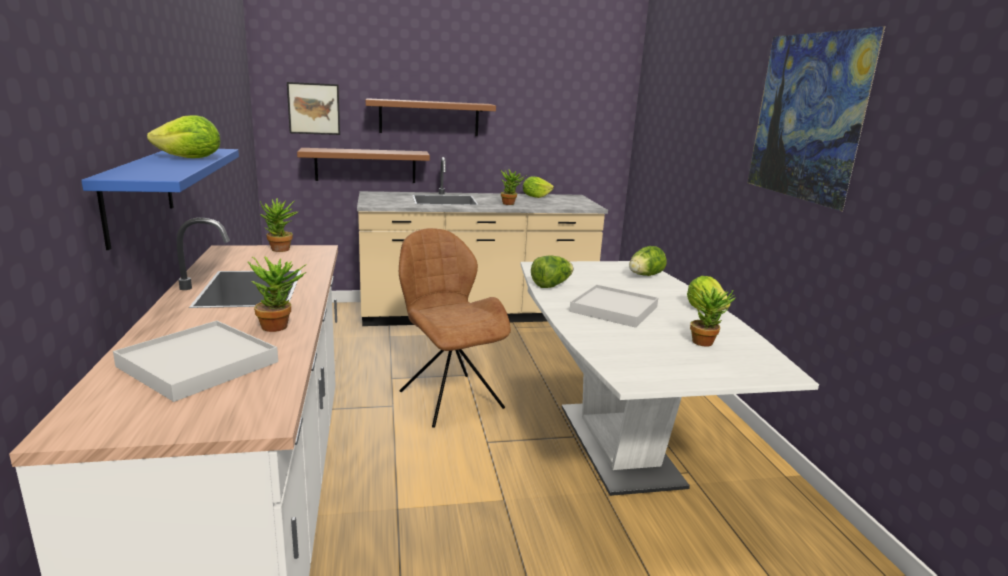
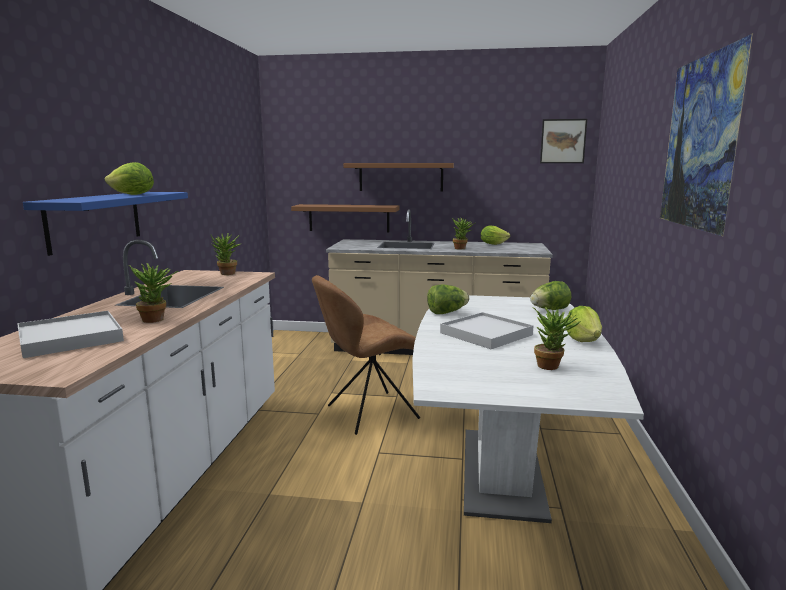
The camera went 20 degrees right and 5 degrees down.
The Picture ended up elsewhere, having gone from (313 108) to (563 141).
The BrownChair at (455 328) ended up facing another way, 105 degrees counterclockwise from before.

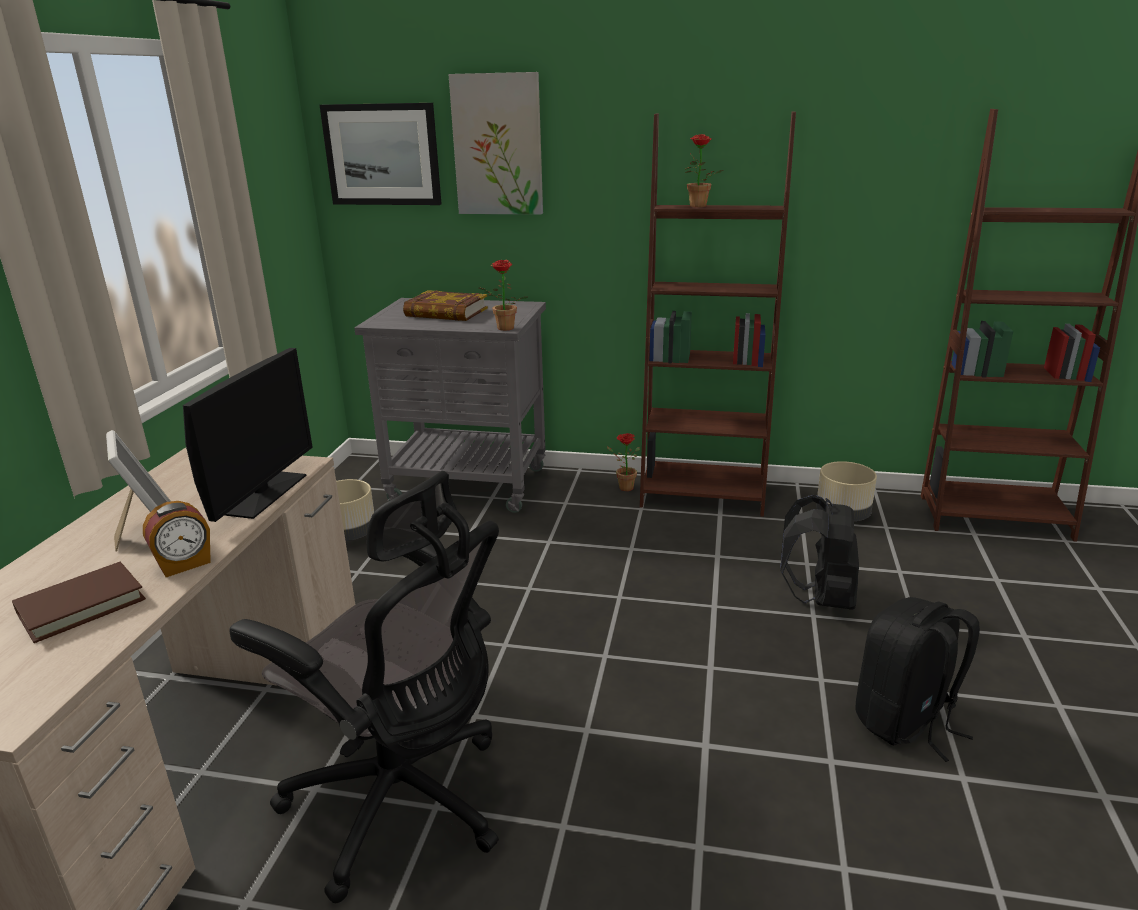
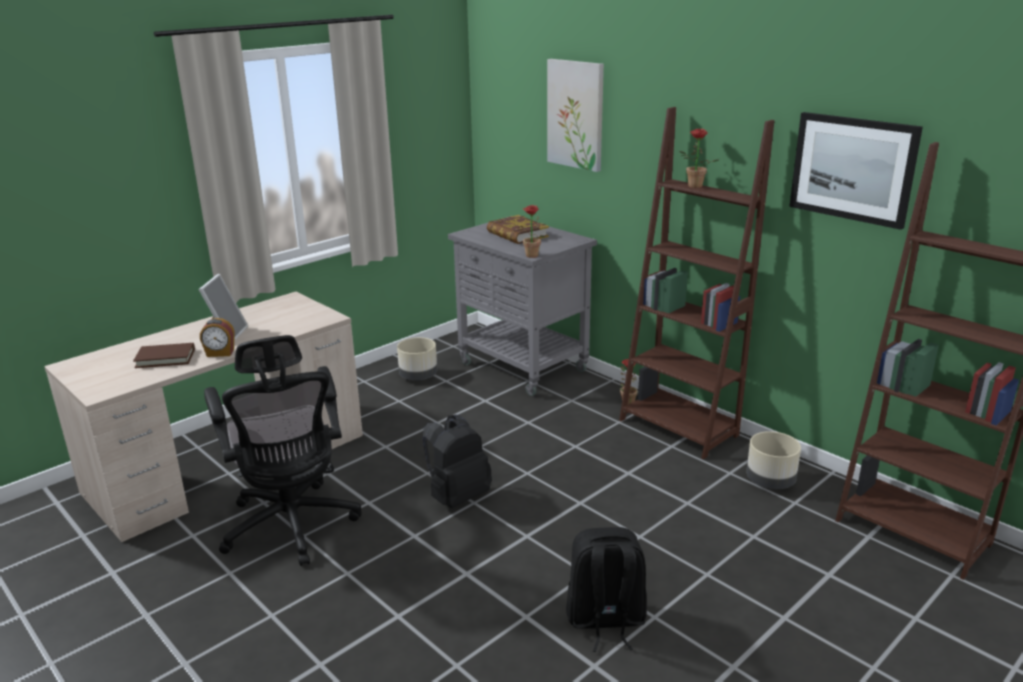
The camera went 35 degrees right and 0 degrees up.
The second view lost the Monitor at (248 435).
The Picture ended up elsewhere, having gone from (380 154) to (856 171).
The BlackBackpack ended up elsewhere, having gone from (819 552) to (457 461).

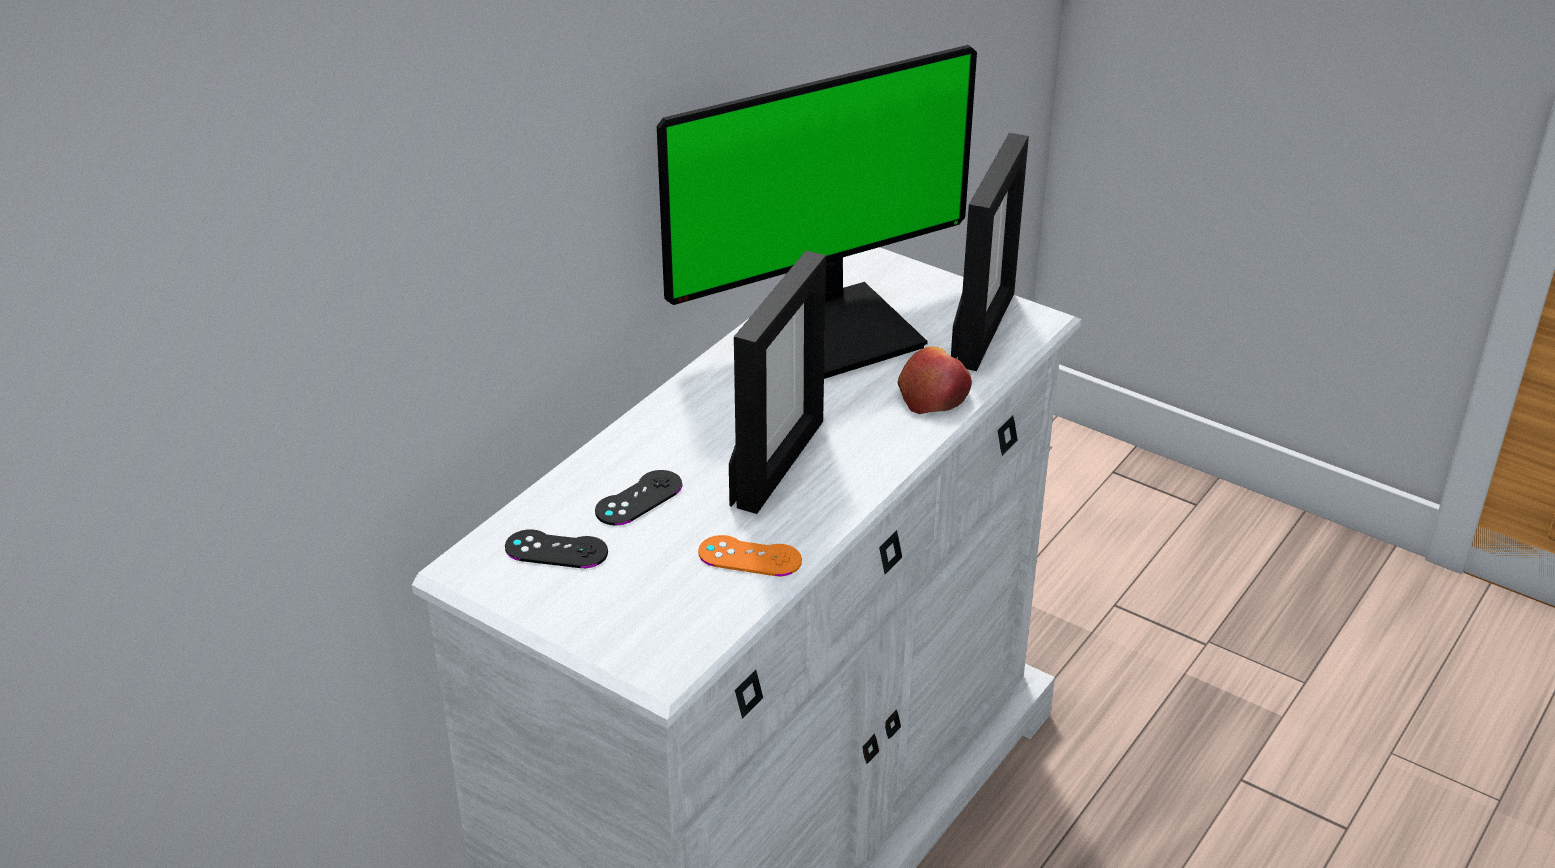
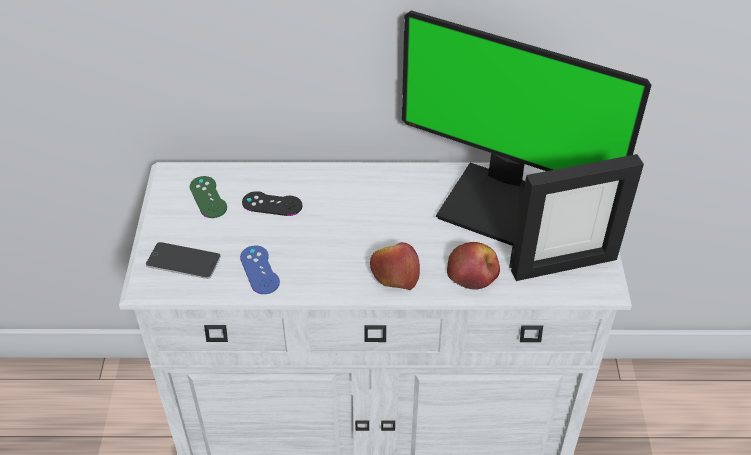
The camera went 55 degrees right and 10 degrees up.
What was the BlackGameController at (556 548) turned into the GreenGameController at (208 197).
What was the OrangeGameController at (750 556) turned into the BlueGameController at (260 270).
The second view lost the PictureFrame at (777 382).
The second view gained the Phone at (183 260).
The second view gained the Apple at (395 266).

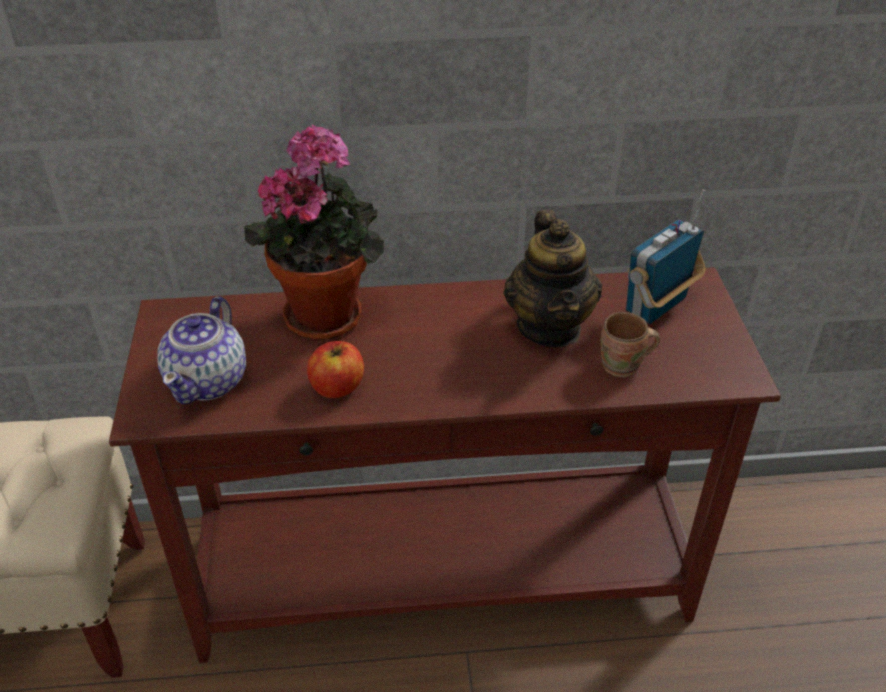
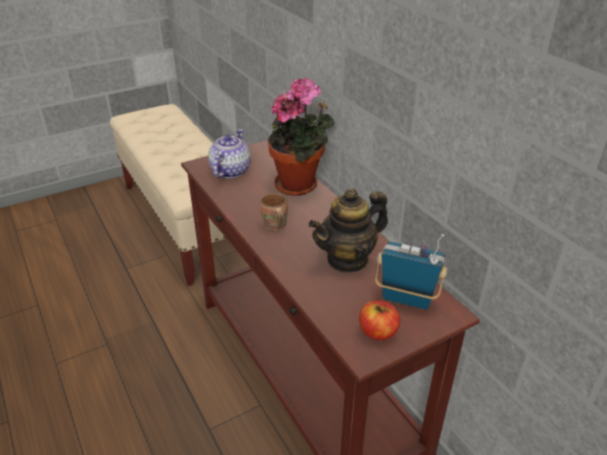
The camera went 65 degrees right and 5 degrees down.
The Teapot at (201 350) ended up facing another way, 120 degrees clockwise from before.
The Apple ended up elsewhere, having gone from (335 369) to (379 320).
The BrownMug ended up elsewhere, having gone from (630 344) to (274 212).

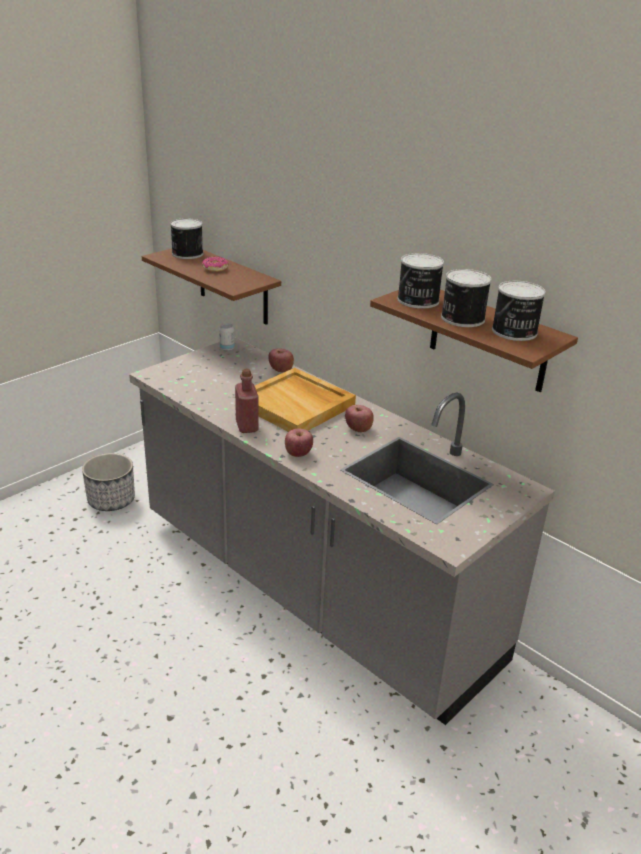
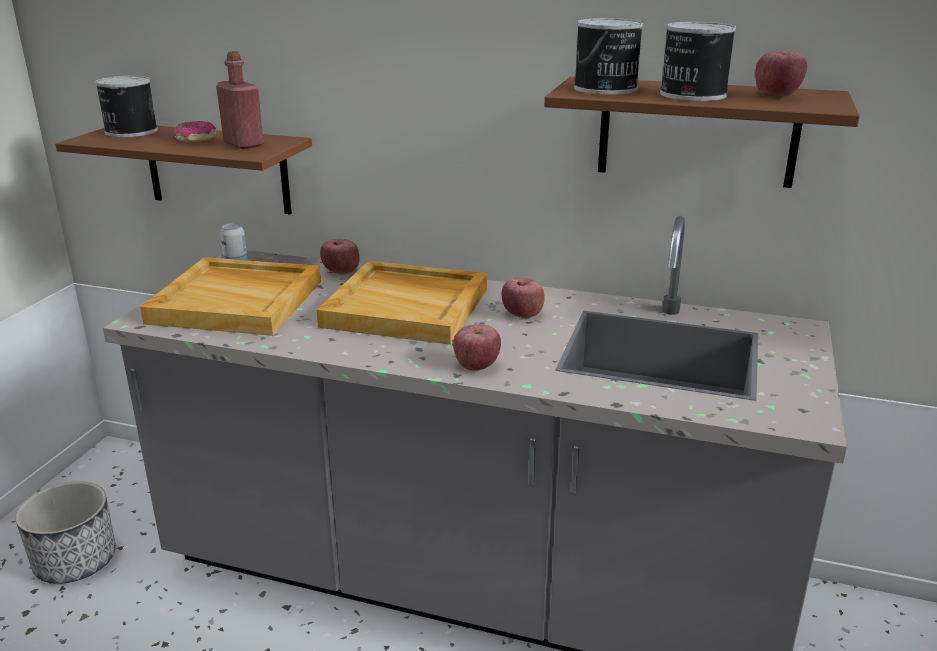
The camera went 25 degrees left and 5 degrees down.
The RedBottle ended up elsewhere, having gone from (247 401) to (240 100).
Where the Can stood at (519 311), the Apple came to stand at (781 74).
The second view gained the BeigeTray at (230 296).

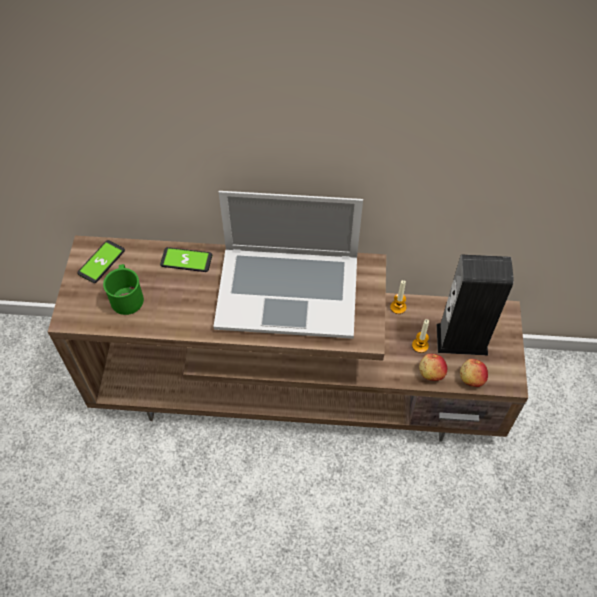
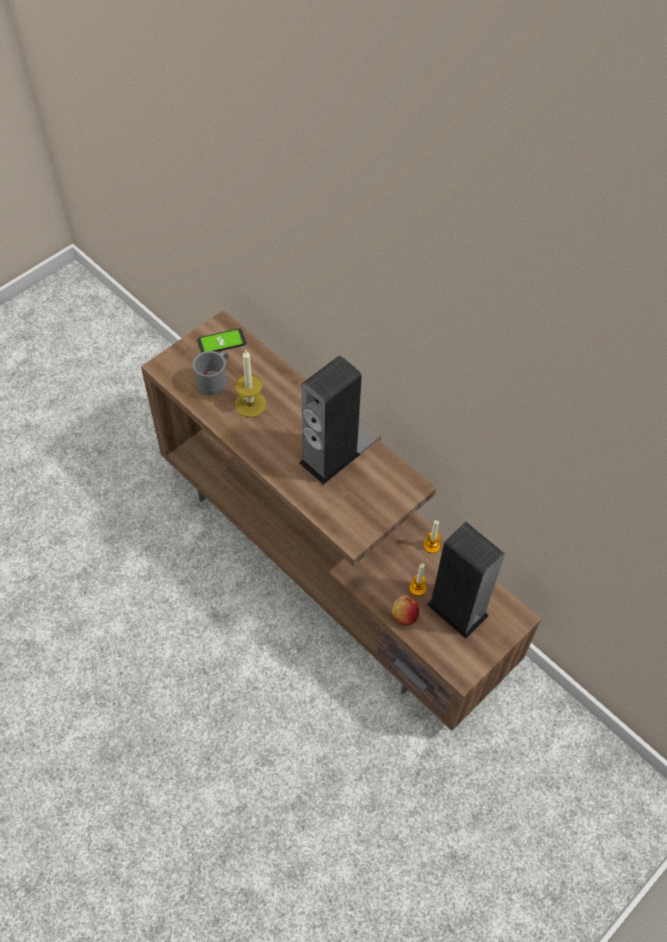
The camera went 40 degrees right and 0 degrees up.
What was the GreenMug at (123 289) turned into the GreyMug at (210 373).
The second view lost the Phone at (186 259).
Where the Laptop stood at (288 265), the Speaker came to stand at (330 420).
The second view lost the Apple at (474 373).
The second view gained the Candle at (251 383).

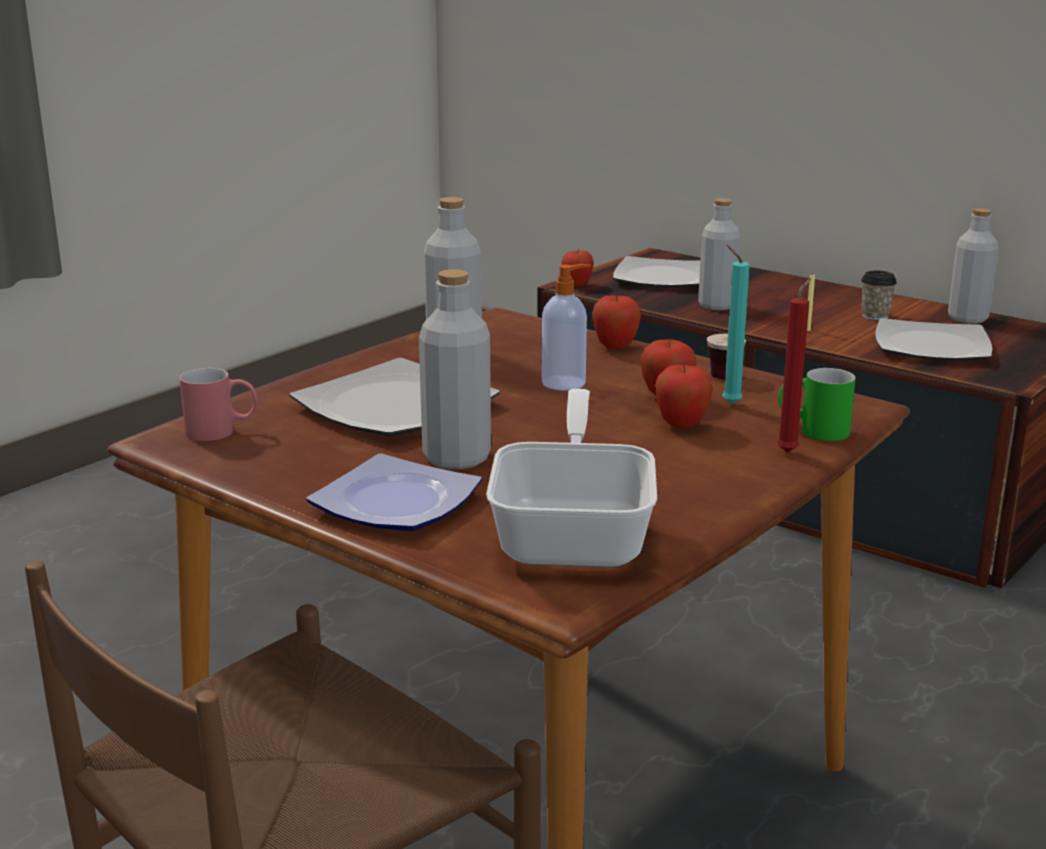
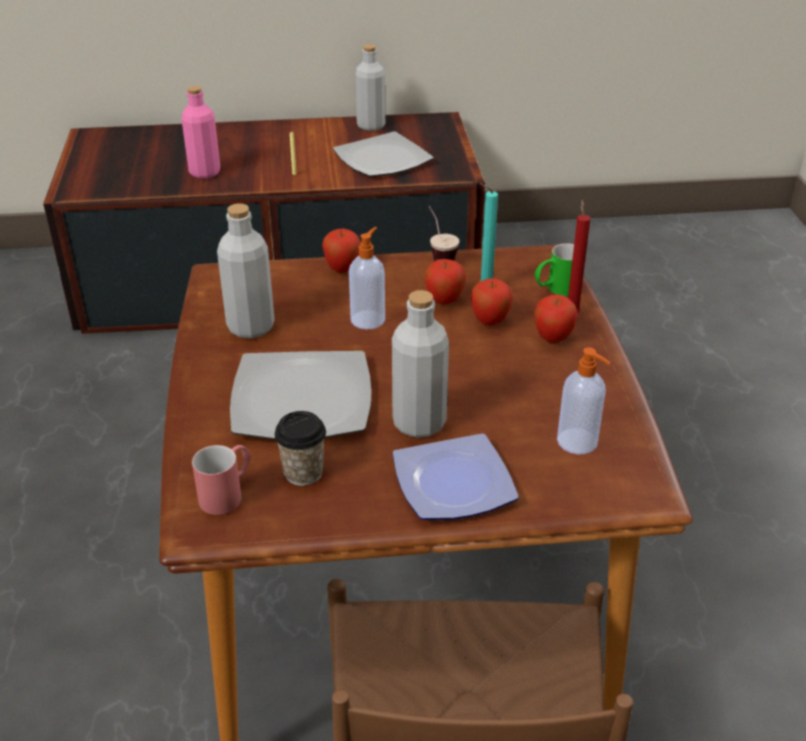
The camera went 45 degrees left and 15 degrees up.
Where the FryingPan stood at (571 478), the SoapDispenser came to stand at (583 401).
The Apple ended up elsewhere, having gone from (578 267) to (556 318).
The second view lost the Plate at (656 272).
What was the GreyBottle at (719 254) turned into the PinkBottle at (200 132).
The Cup ended up elsewhere, having gone from (879 295) to (300 448).

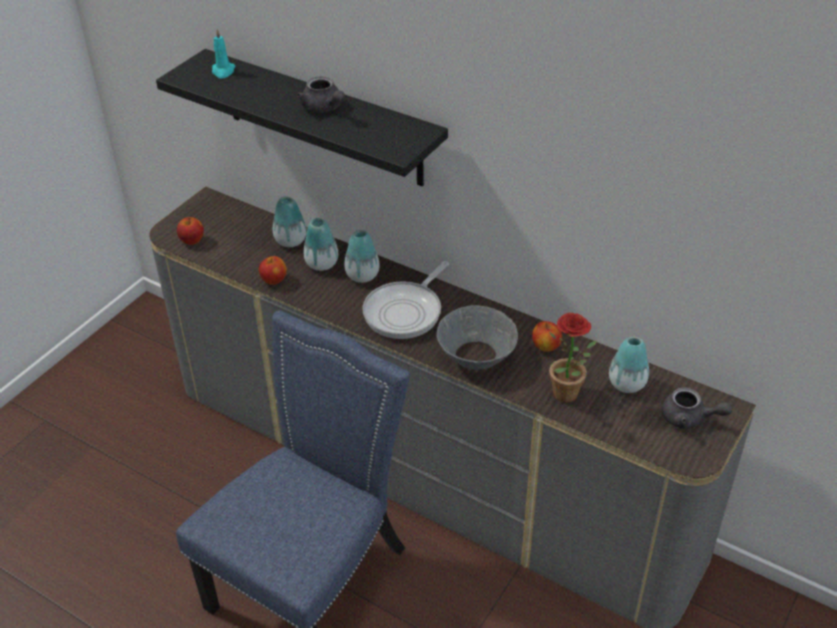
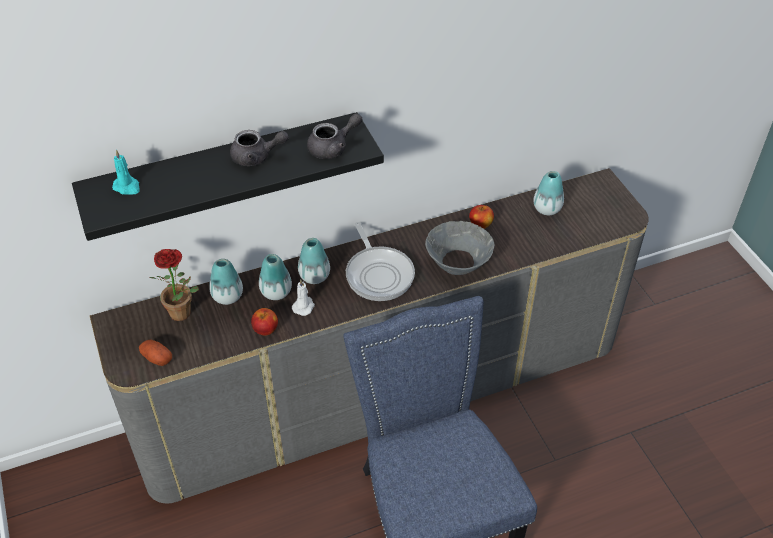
The camera went 55 degrees left and 5 degrees up.
Where the Apple stood at (190 231), the Potato came to stand at (155 352).
The PottedPlant ended up elsewhere, having gone from (573 358) to (174 285).
The GreyTeapot ended up elsewhere, having gone from (697 408) to (335 136).
The second view gained the WhiteCandle at (303 298).

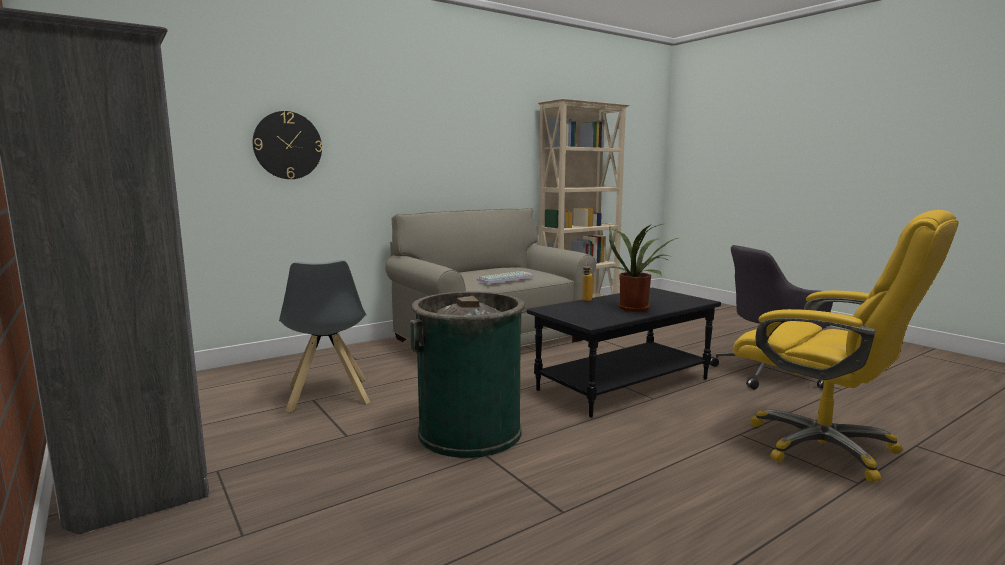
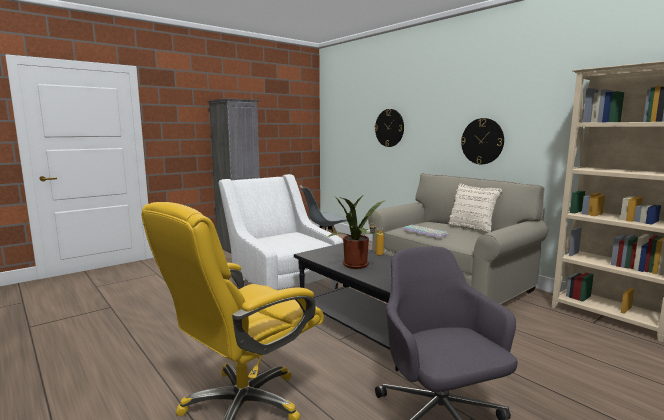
The camera went 85 degrees right and 0 degrees up.
Where the GreenTrashCan stood at (467 374), the WhiteArmchair came to stand at (280 232).
The second view gained the BeigePillow at (475 208).
The second view gained the WallClock at (482 141).

